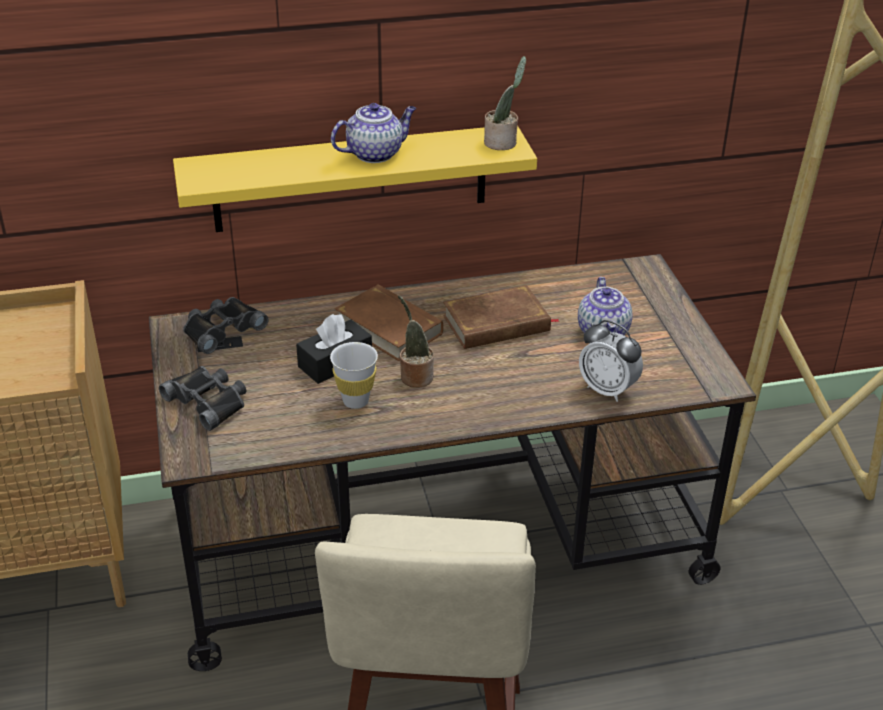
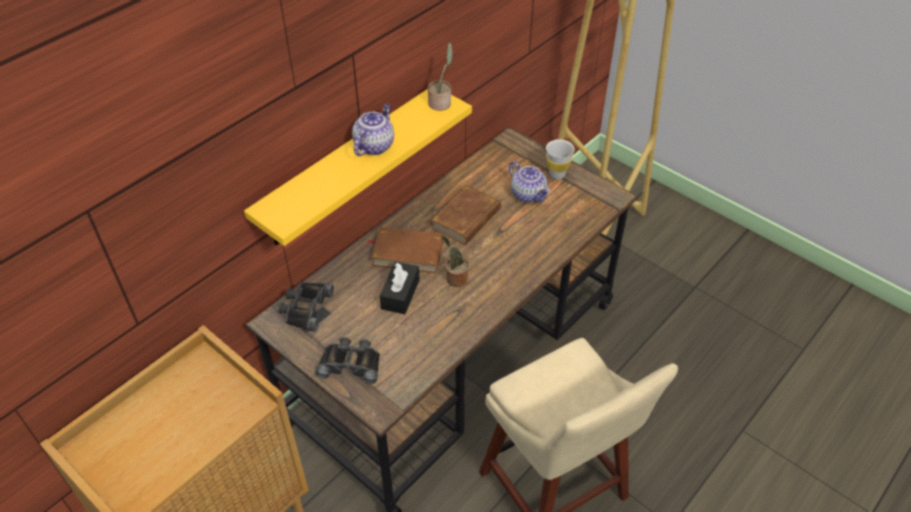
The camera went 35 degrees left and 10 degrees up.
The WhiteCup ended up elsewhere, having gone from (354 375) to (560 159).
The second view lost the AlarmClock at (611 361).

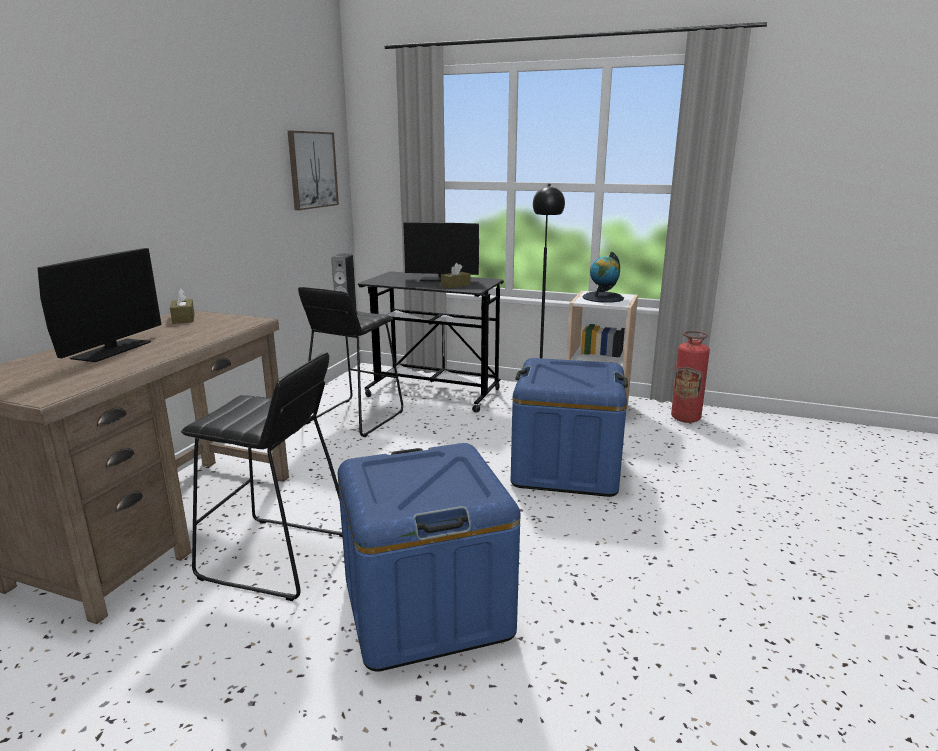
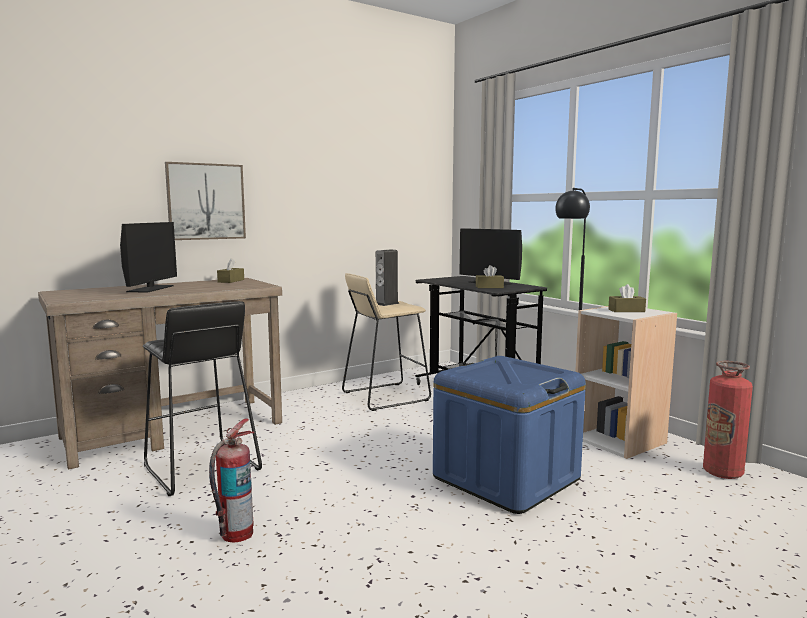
The camera went 35 degrees right and 10 degrees down.
The Monitor at (99 305) ended up facing another way, 45 degrees counterclockwise from before.
The Picture ended up elsewhere, having gone from (313 170) to (205 201).
What was the BlackStool at (350 362) turned into the BeigeStool at (386 342).
Where the BlueStorageBox stood at (429 557), the FireExtinguisher came to stand at (231 480).
Where the Globe stood at (603 277), the BrownTissueBox came to stand at (627 298).

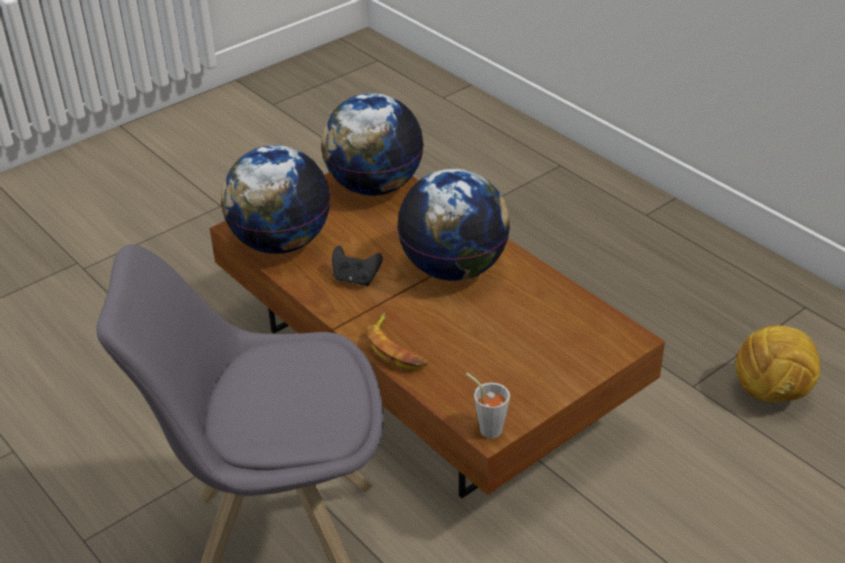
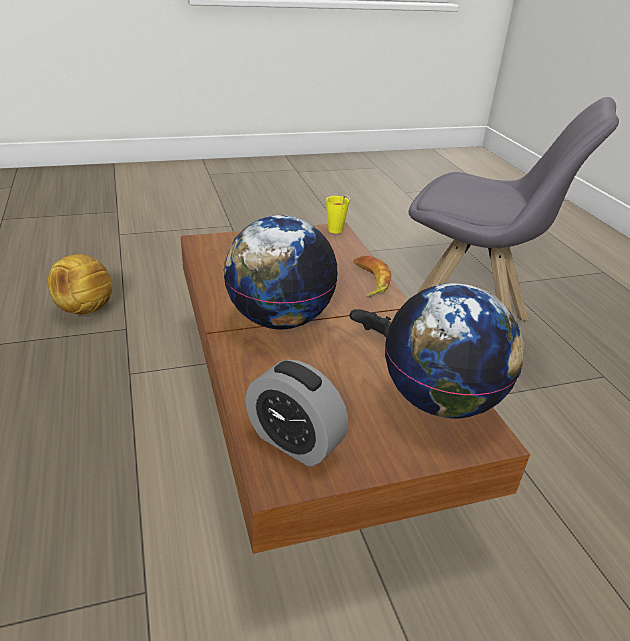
The camera went 160 degrees left and 5 degrees down.
Where the Globe stood at (372 144), the AlarmClock came to stand at (296 413).
What was the GreyCup at (488 405) turned into the YellowCup at (338 214).

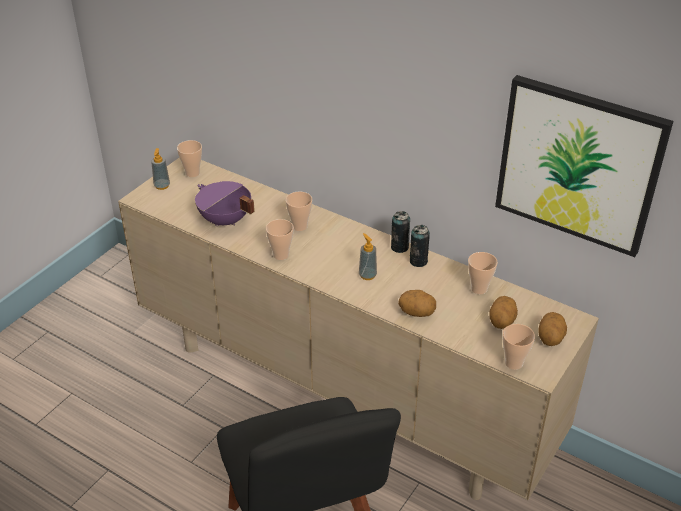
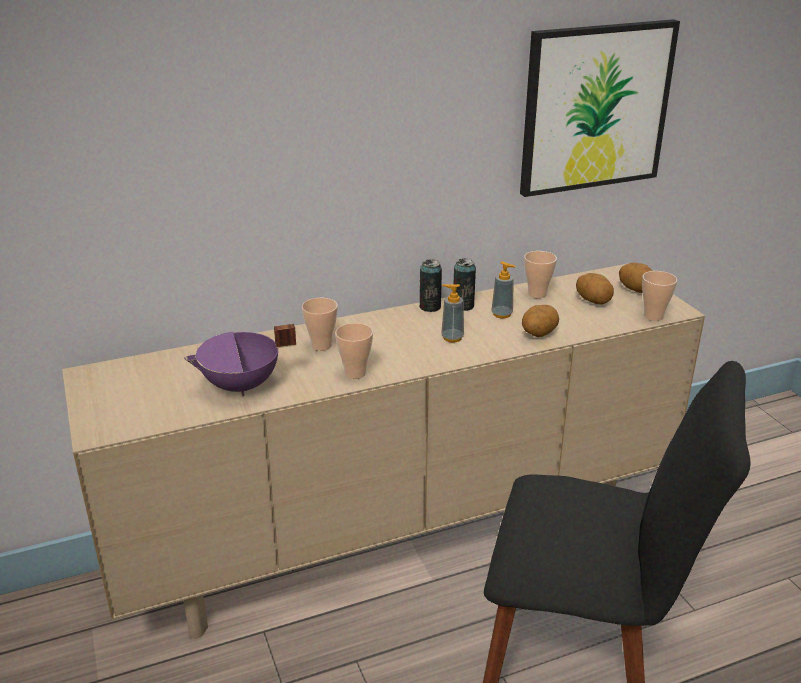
The camera went 55 degrees left and 10 degrees down.
The SoapDispenser ended up elsewhere, having gone from (160 169) to (504 289).
The second view lost the Cup at (189 158).

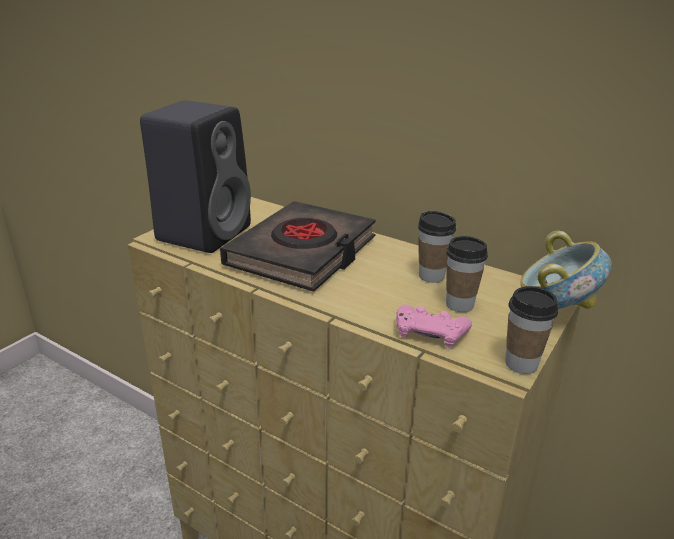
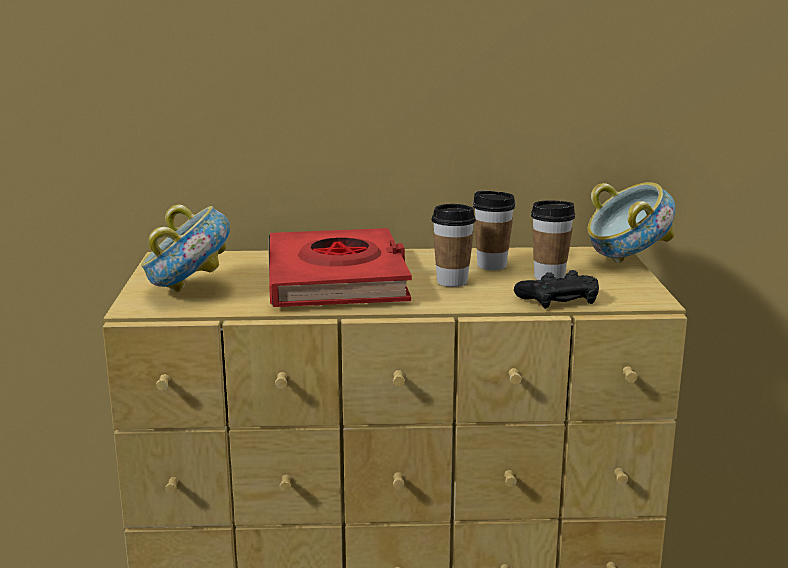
The camera went 35 degrees left and 10 degrees down.
Where the BlackSpeaker stood at (195 176), the Bowl came to stand at (185 248).
What was the BlackBook at (298 246) turned into the RedBook at (340 267).
What was the PinkGameController at (434 326) turned into the BlackGameController at (556 289).
The Cup ended up elsewhere, having gone from (531 330) to (453 245).

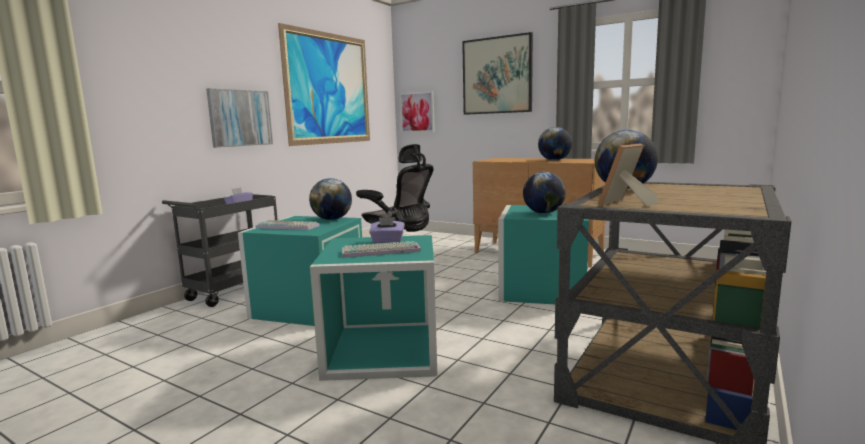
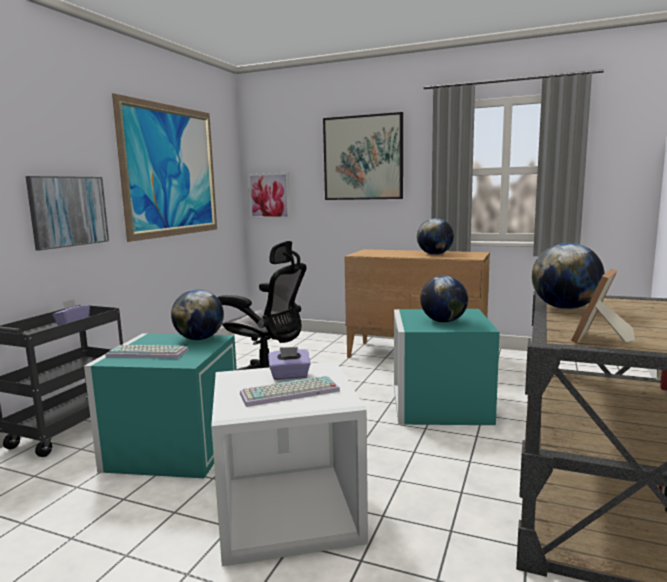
The camera went 10 degrees left and 0 degrees up.
What was the TurquoiseStorageBox at (374 308) turned into the WhiteStorageBox at (289 464).

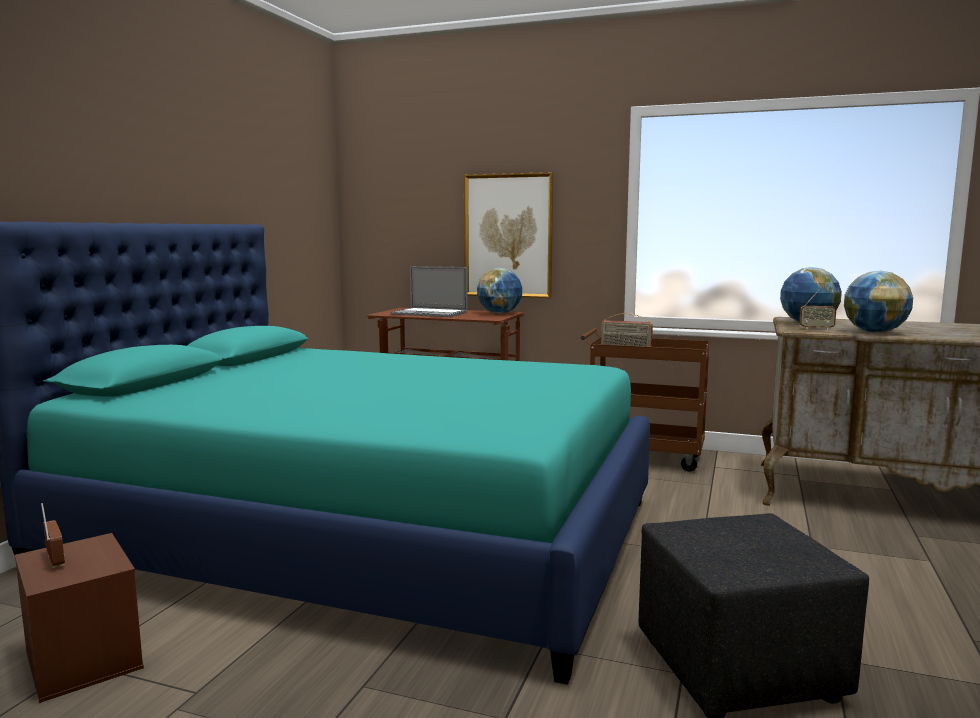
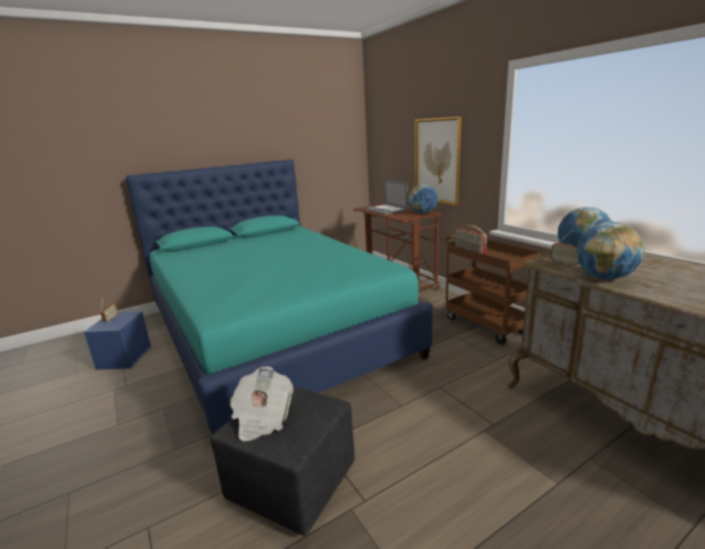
The camera went 40 degrees right and 10 degrees up.
What was the BrownStorageBox at (79 618) turned into the BlueStorageBox at (117 340).
The second view gained the Newspaper at (262 404).

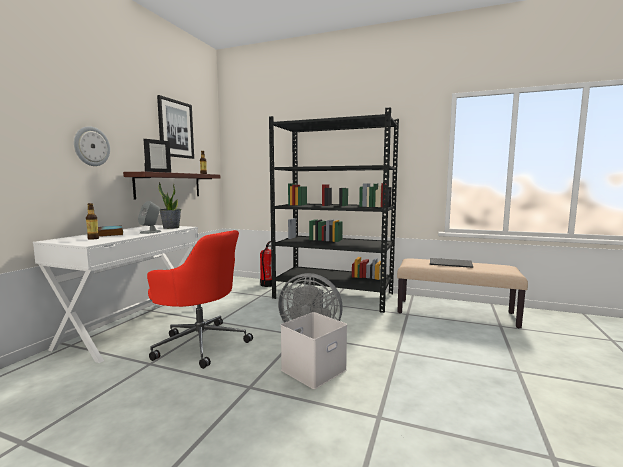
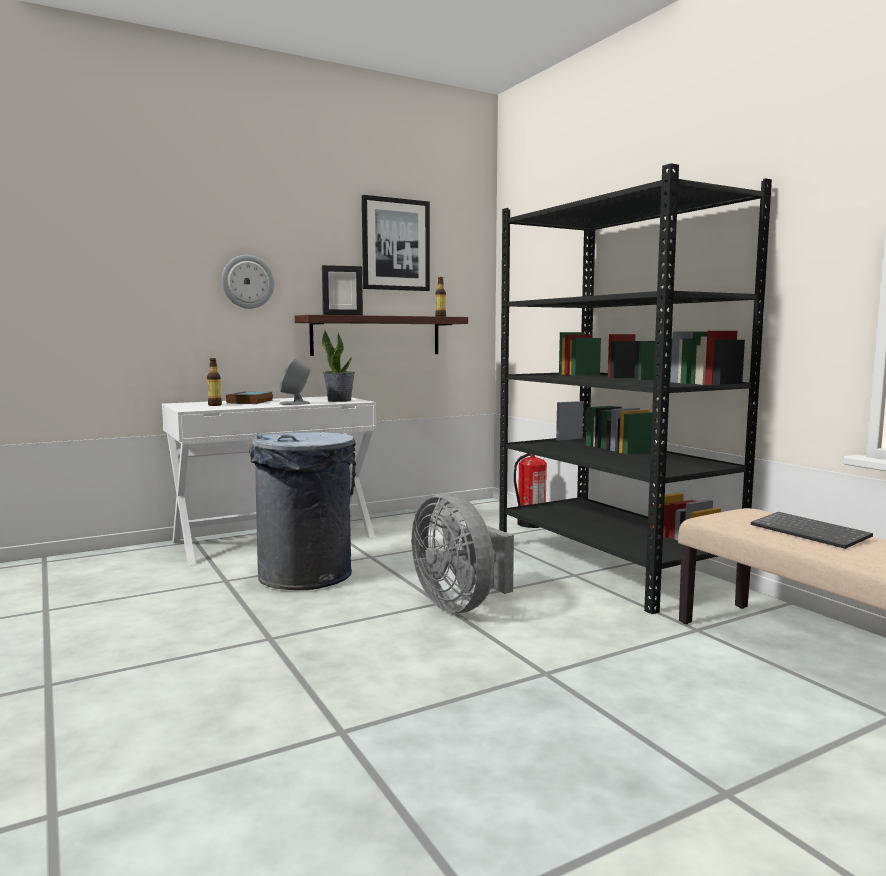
The camera went 40 degrees right and 0 degrees up.
Where the RedOfficeChair stood at (200 299), the GreyTrashCan came to stand at (302 511).
The second view lost the WhiteStorageBox at (314 350).

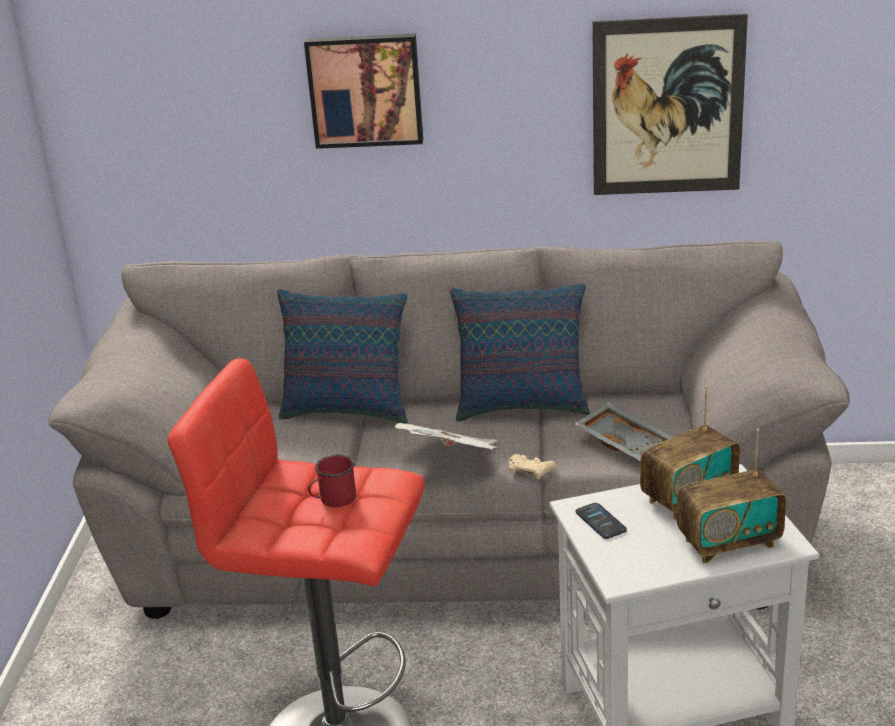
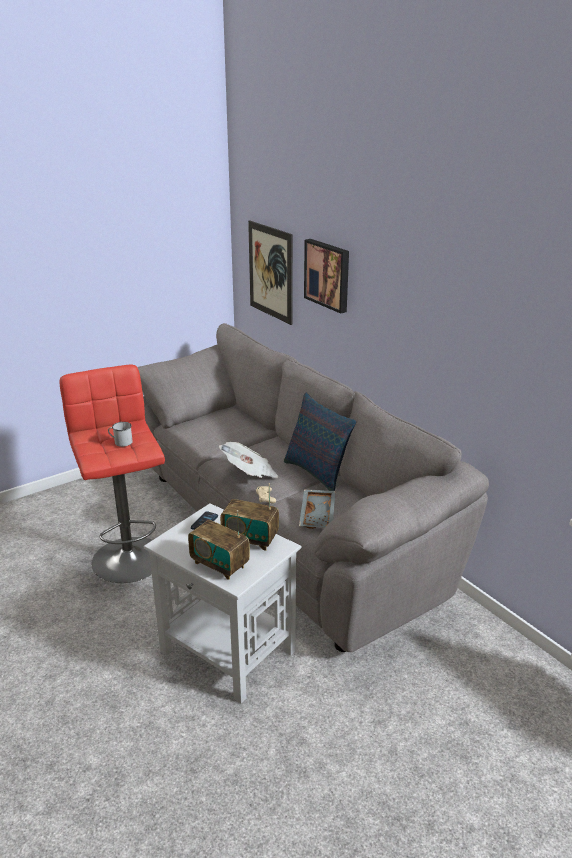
The camera went 50 degrees right and 0 degrees up.
The second view lost the BluePillow at (342 356).
What was the RedMug at (332 481) turned into the WhiteMug at (120 434).
The Picture ended up elsewhere, having gone from (670 104) to (270 272).

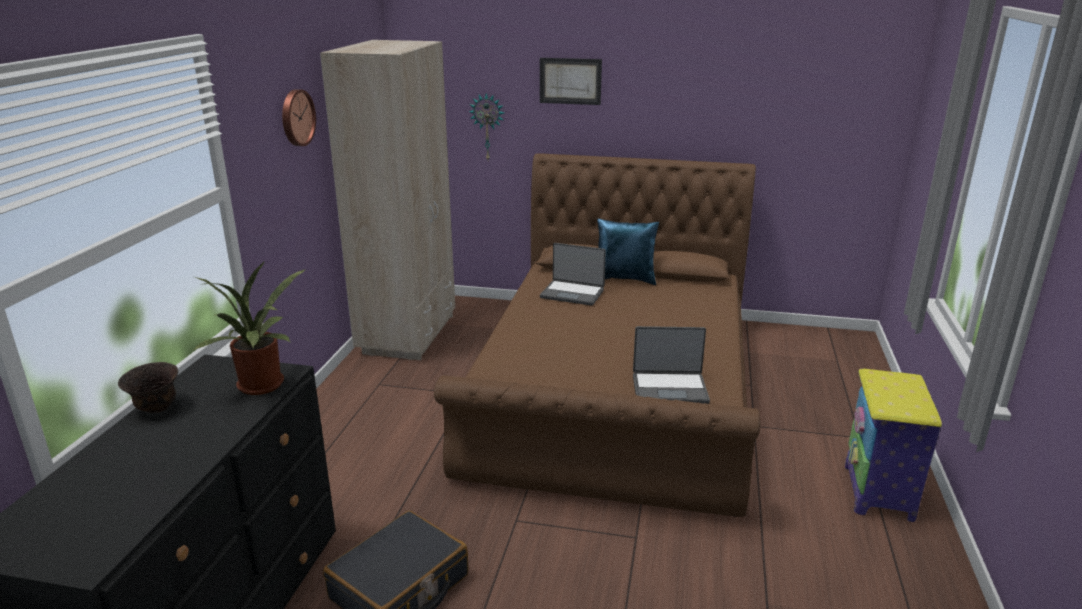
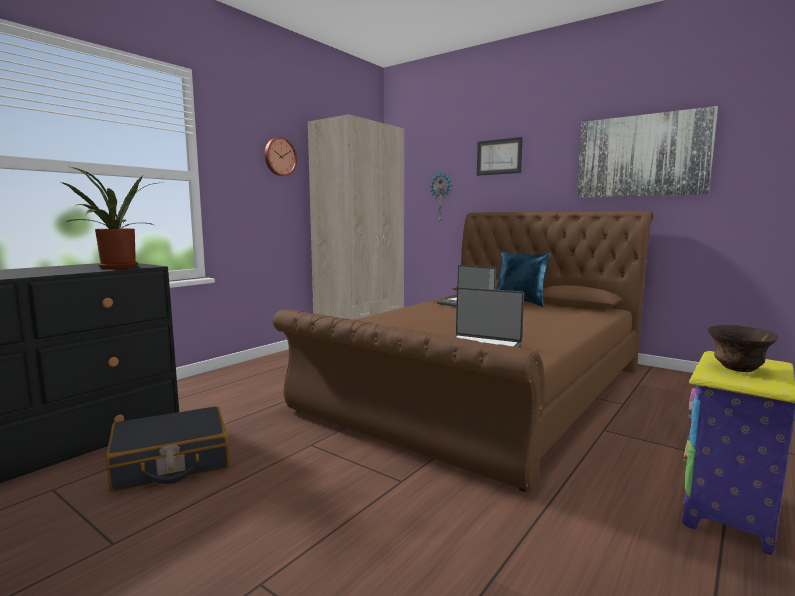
The camera went 25 degrees right and 15 degrees down.
The BrownBowl ended up elsewhere, having gone from (148 387) to (743 348).
The second view gained the Picture at (647 152).

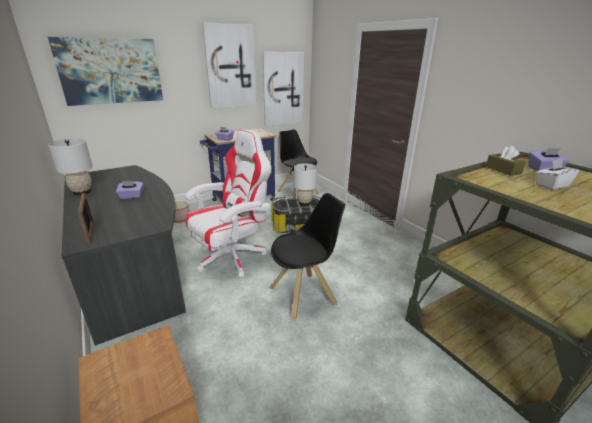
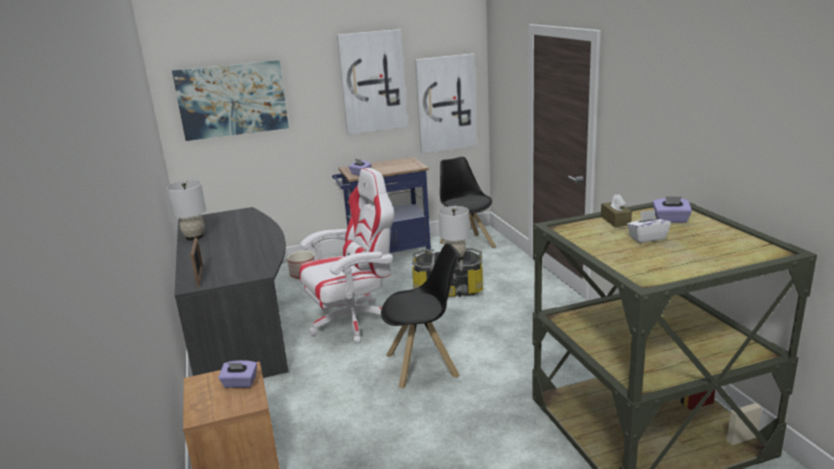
The camera went 15 degrees right and 5 degrees down.
The PurpleTissueBox ended up elsewhere, having gone from (129 190) to (237 374).

